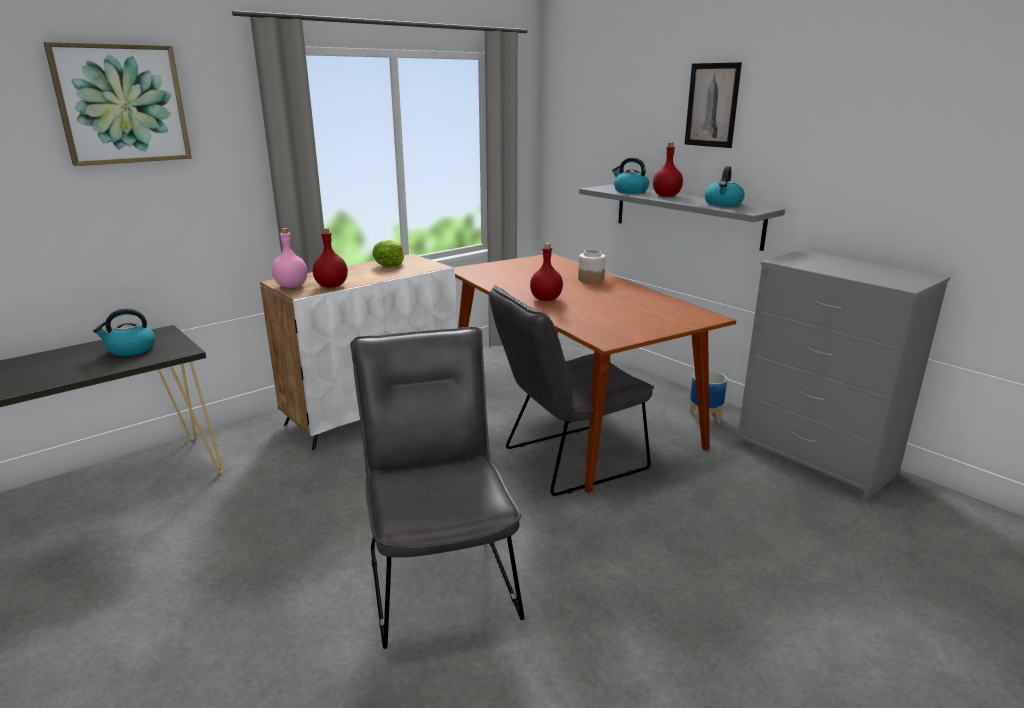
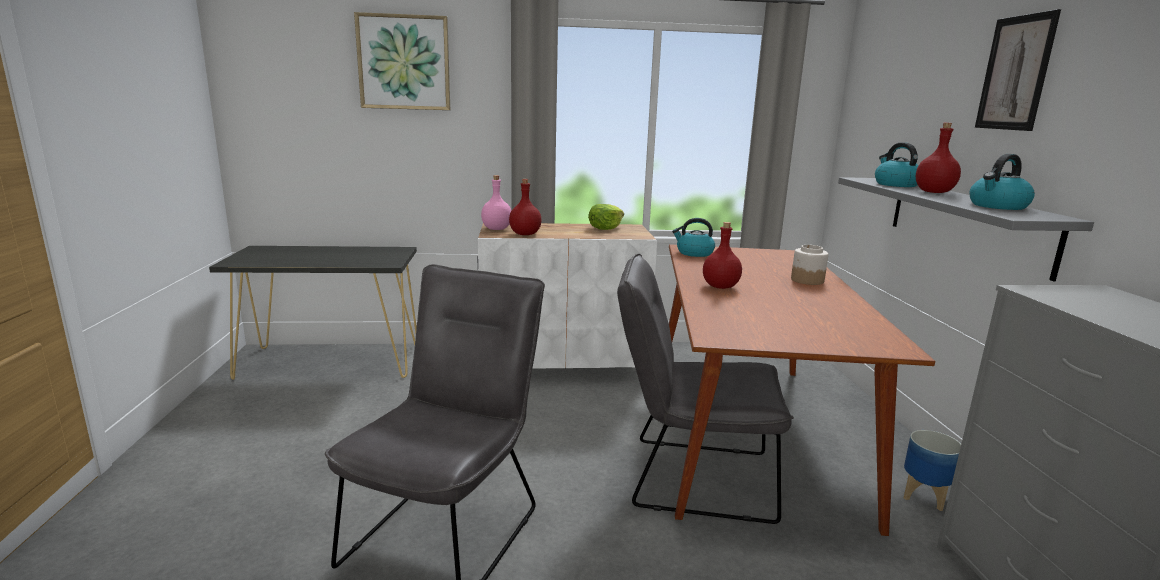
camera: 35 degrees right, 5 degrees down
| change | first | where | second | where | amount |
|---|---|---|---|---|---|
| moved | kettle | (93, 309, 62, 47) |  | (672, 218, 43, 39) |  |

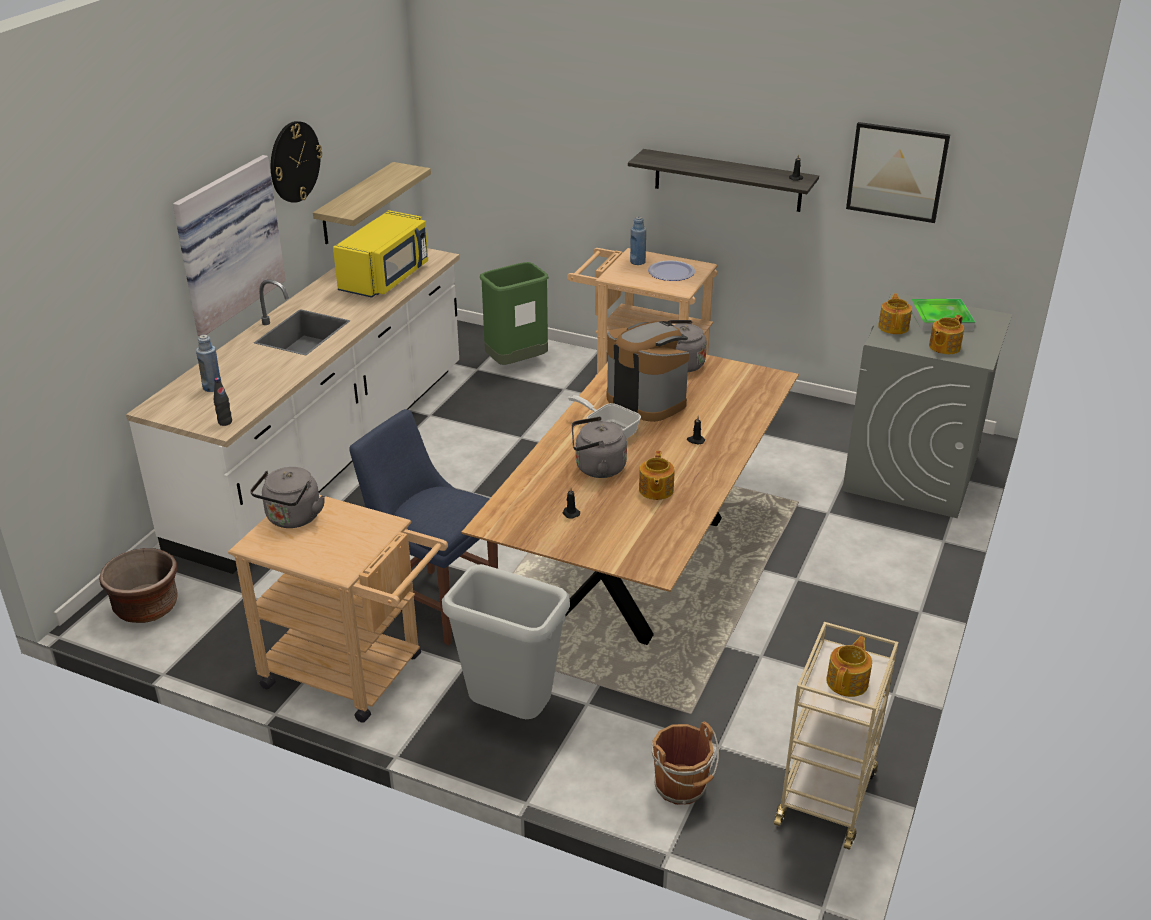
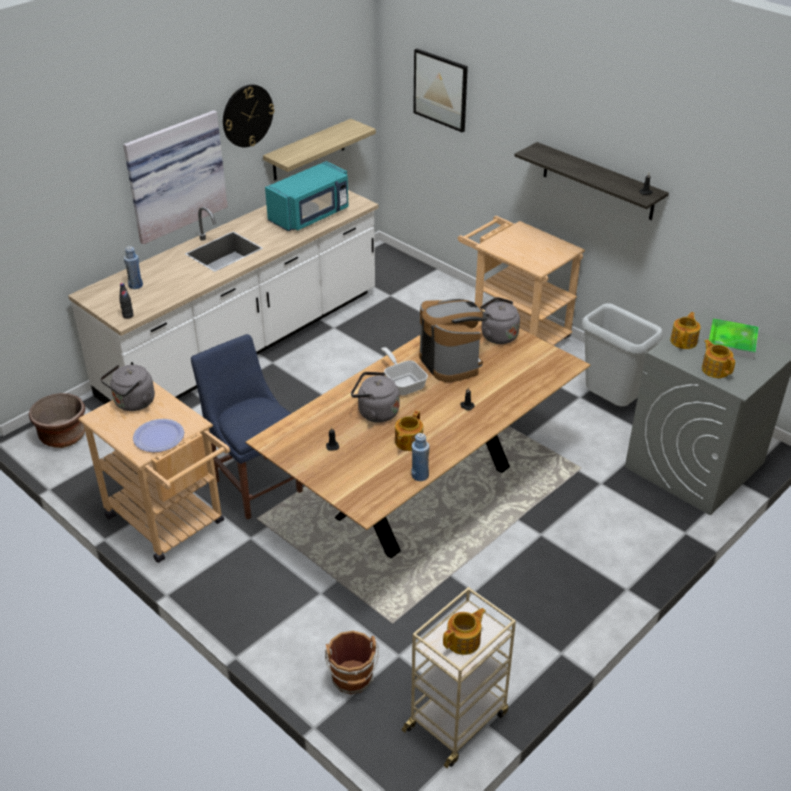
camera: 20 degrees right, 5 degrees up
| change | first | where | second | where | amount |
|---|---|---|---|---|---|
| removed | green trash can | (480, 262, 69, 103) |  |  |  |
| moved | grey trash can | (442, 564, 128, 155) |  | (582, 303, 81, 103) |  |
| moved | blue bottle | (630, 217, 16, 48) |  | (412, 433, 17, 48) |  |
| moved | plate | (648, 260, 47, 21) |  | (133, 419, 51, 33) |  |
| moved | picture | (846, 122, 104, 101) |  | (413, 48, 55, 85) |  |
| recoloured | yellow microwave | (333, 210, 95, 88) | turquoise microwave | (265, 161, 84, 70) |  |
| turned | teapot | (929, 315, 35, 39) |  | (702, 339, 33, 39) | 90 degrees clockwise |

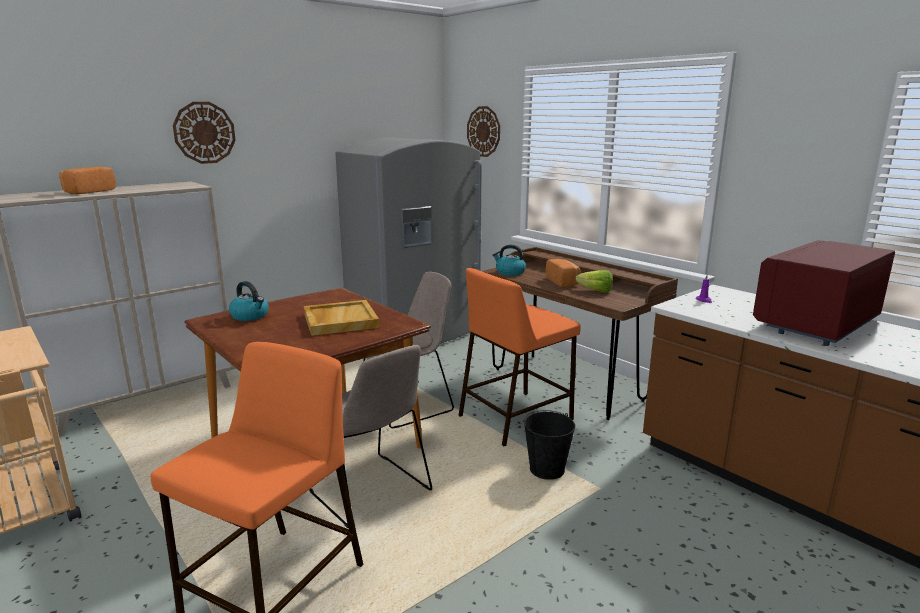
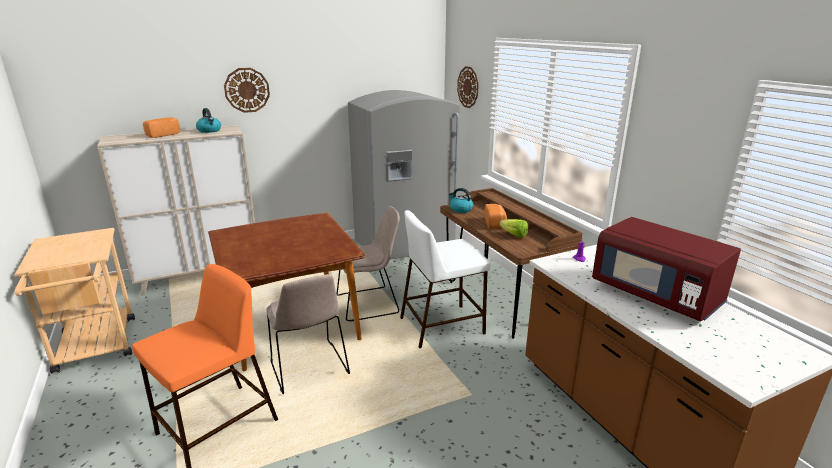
camera: 15 degrees right, 5 degrees up
| change | first | where | second | where | amount |
|---|---|---|---|---|---|
| removed | beige tray | (304, 300, 76, 36) |  |  |  |
| removed | black bucket | (524, 410, 51, 70) |  |  |  |
| moved | kettle | (229, 281, 40, 40) |  | (196, 108, 25, 25) |  |
| recoloured | orange stool | (458, 268, 123, 178) | white stool | (400, 210, 90, 138) |  |
| turned | red microwave | (753, 240, 142, 106) |  | (592, 217, 149, 104) | 105 degrees counterclockwise |

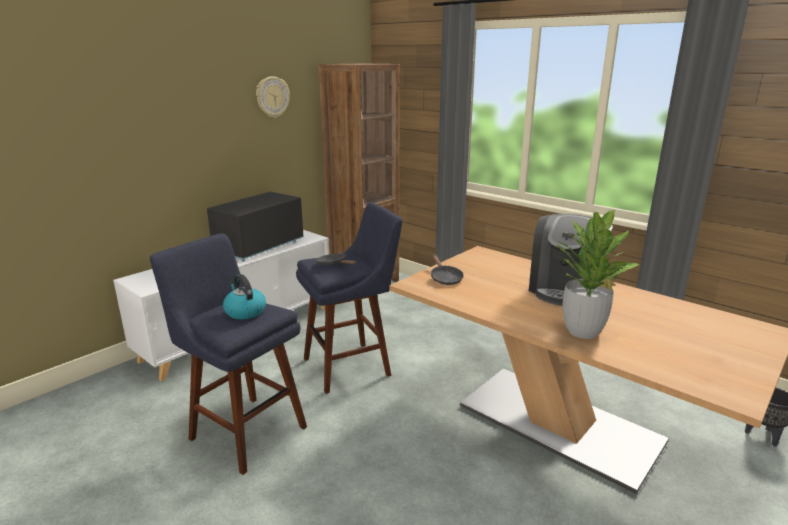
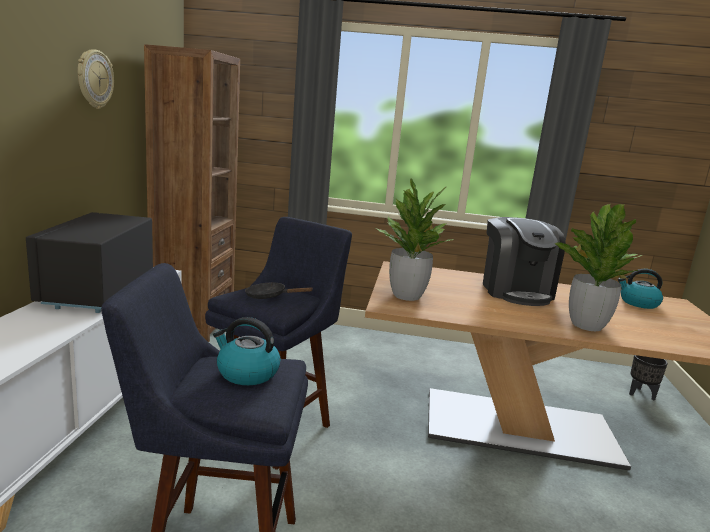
camera: 35 degrees left, 5 degrees down
| change | first | where | second | where | amount |
|---|---|---|---|---|---|
| added |  |  | kettle | (618, 269, 45, 40) |  |
| replaced | black frying pan | (431, 254, 33, 31) | potted plant | (376, 179, 78, 122) |  |

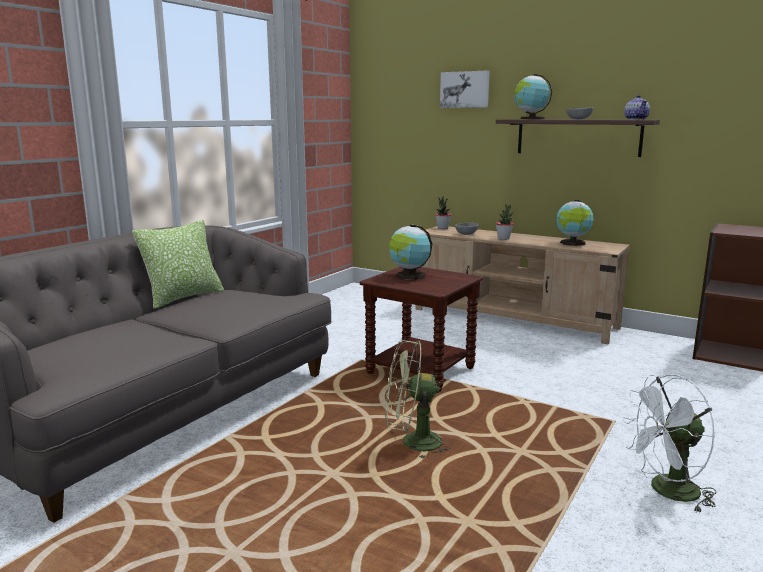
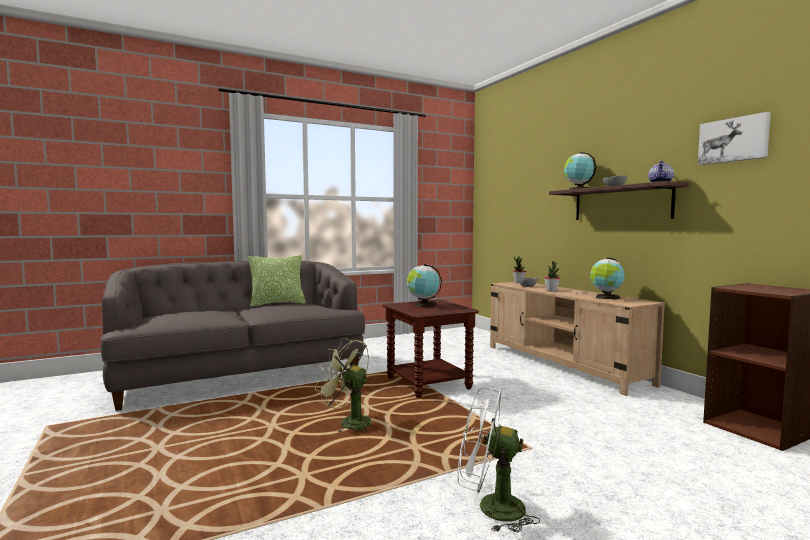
camera: 30 degrees right, 10 degrees down
| change | first | where | second | where | amount |
|---|---|---|---|---|---|
| moved | picture | (440, 70, 50, 38) |  | (698, 112, 73, 53) |  |

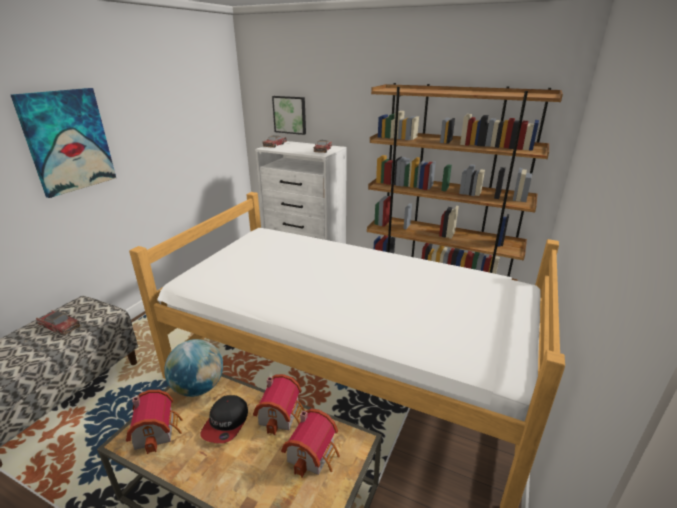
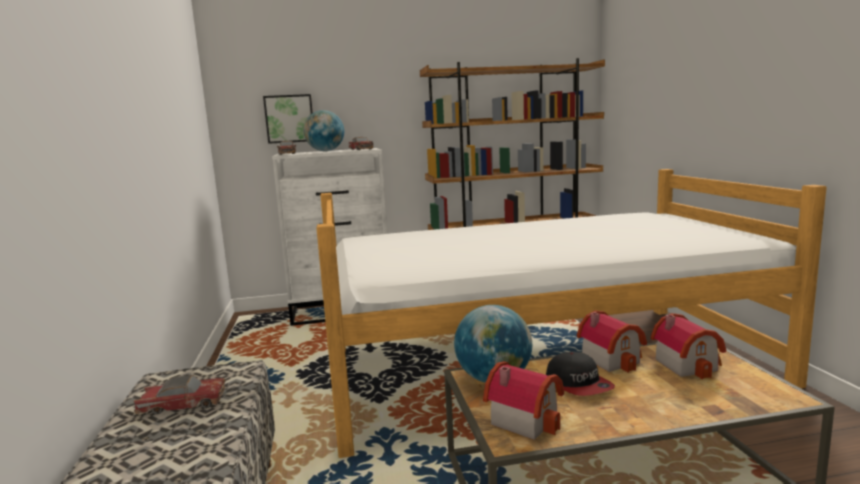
camera: 35 degrees left, 15 degrees down
| change | first | where | second | where | amount |
|---|---|---|---|---|---|
| removed | picture | (11, 88, 105, 110) |  |  |  |
| added |  |  | globe | (304, 110, 40, 41) |  |

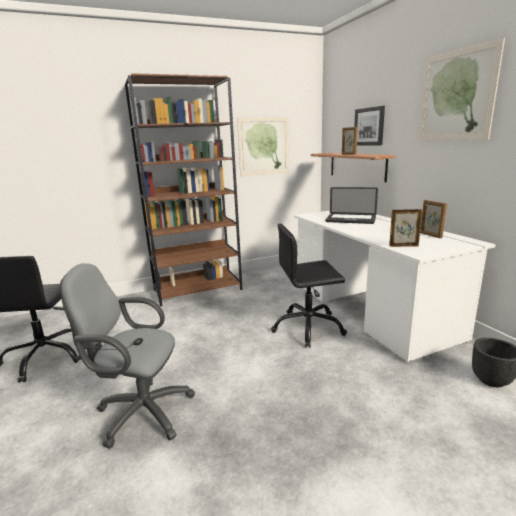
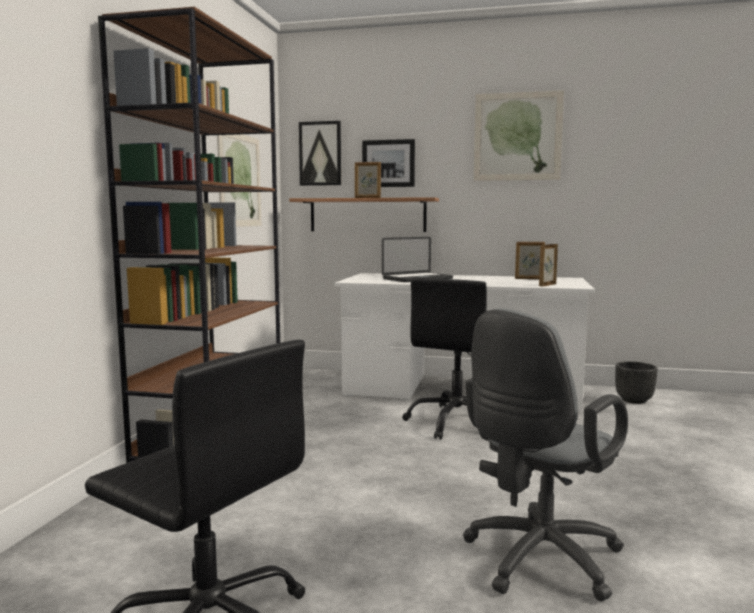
camera: 55 degrees left, 10 degrees down
| change | first | where | second | where | amount |
|---|---|---|---|---|---|
| added |  |  | picture | (299, 121, 42, 65) |  |

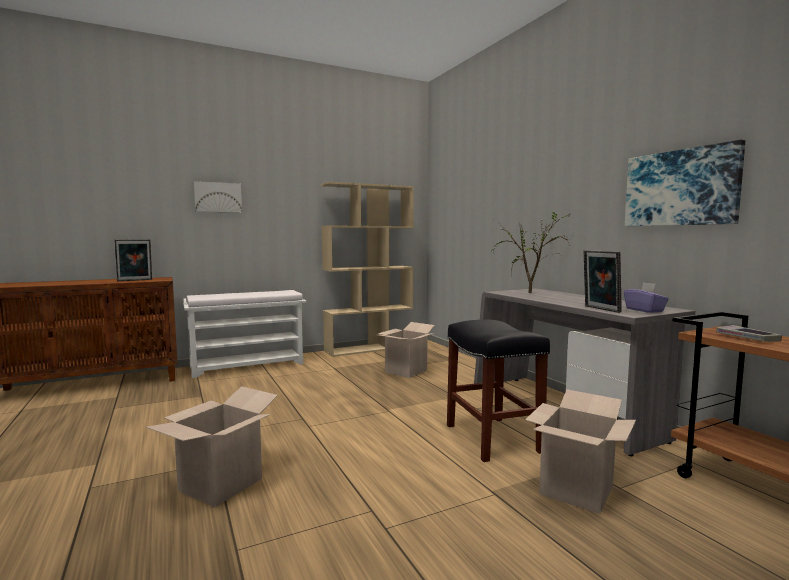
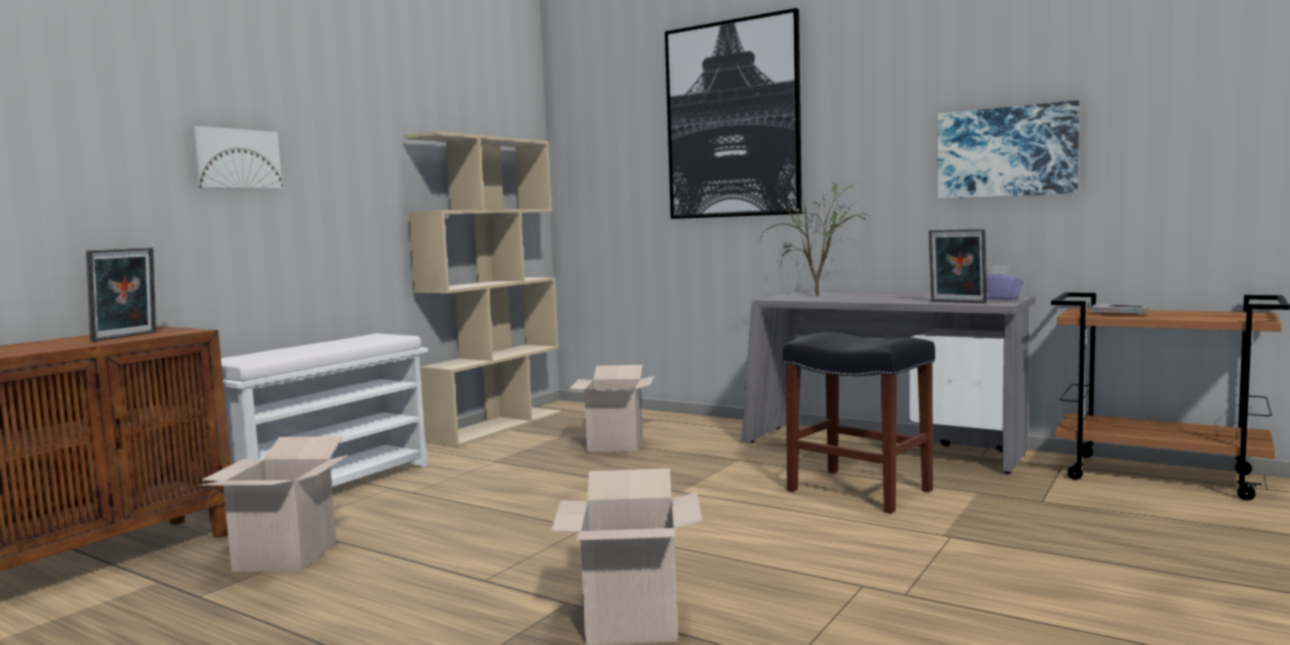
camera: 30 degrees left, 0 degrees up
| change | first | where | second | where | amount |
|---|---|---|---|---|---|
| added |  |  | picture | (665, 8, 137, 211) |  |
| moved | cardboard box | (525, 389, 111, 125) |  | (200, 436, 149, 136) |  |

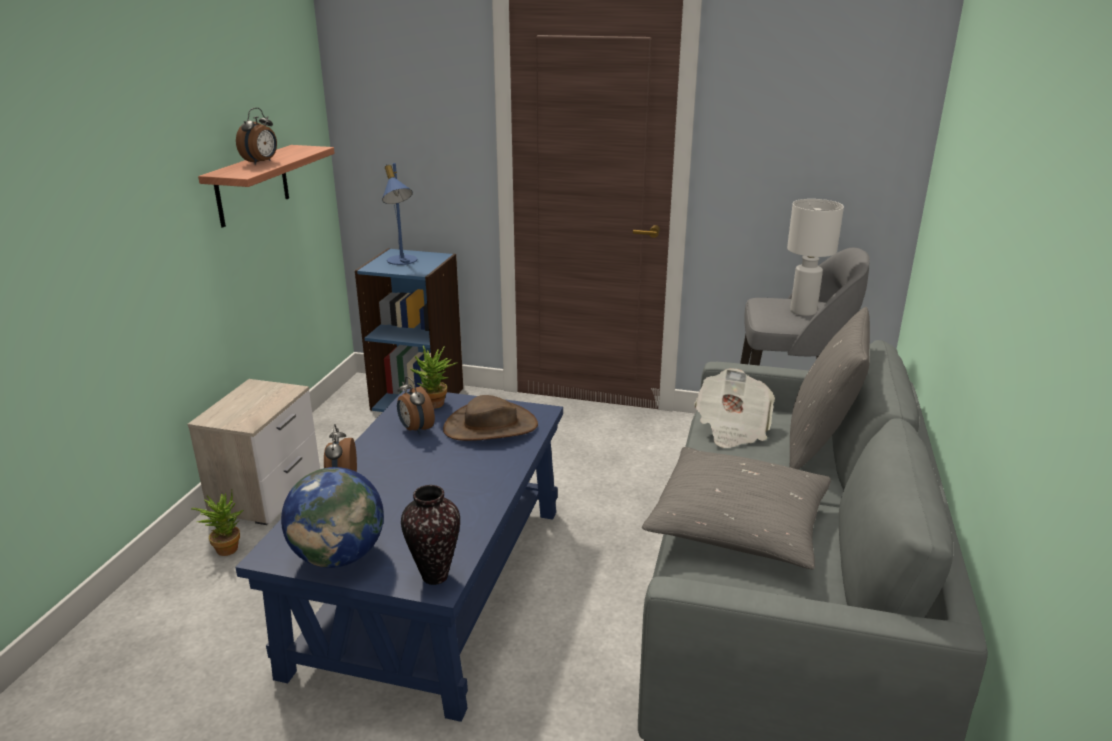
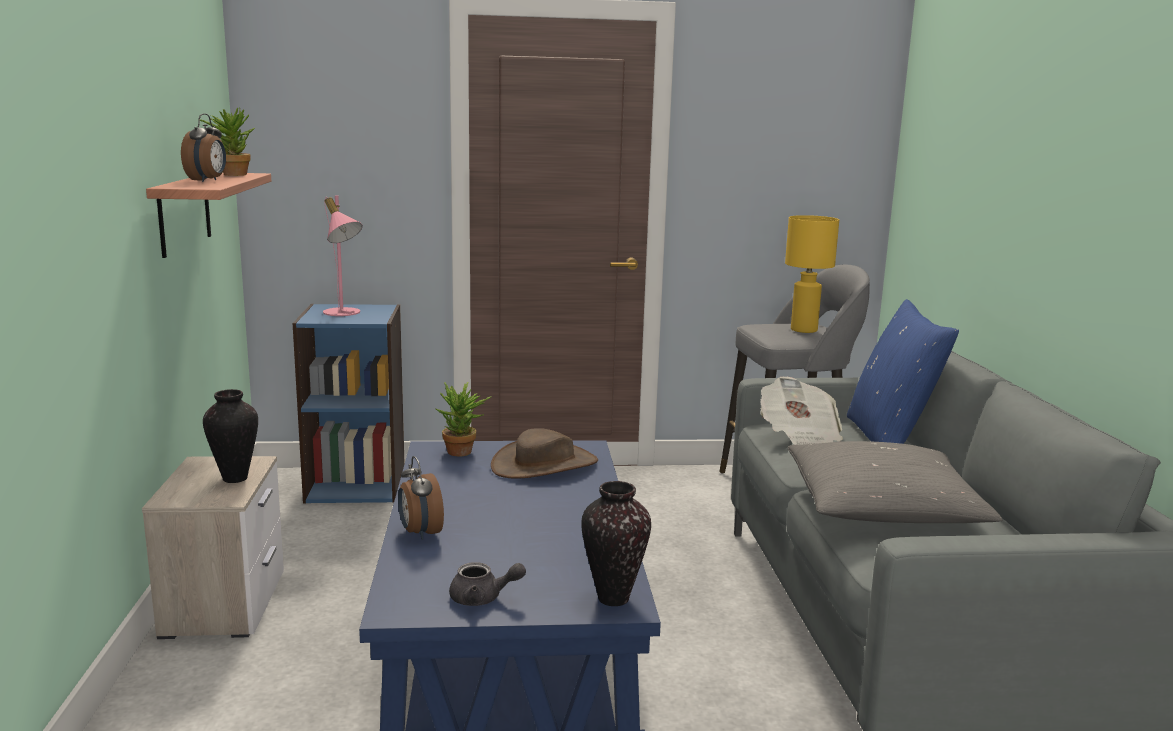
camera: 20 degrees left, 10 degrees down
| change | first | where | second | where | amount |
|---|---|---|---|---|---|
| removed | alarm clock | (397, 377, 38, 58) |  |  |  |
| added |  |  | vase | (203, 389, 55, 94) |  |
| moved | potted plant | (191, 490, 52, 66) |  | (200, 108, 55, 68) |  |
| replaced | globe | (281, 467, 103, 101) | grey teapot | (449, 562, 77, 44) |  |
| recoloured | blue table lamp | (382, 163, 35, 102) | pink table lamp | (323, 195, 39, 121) |  |
| recoloured | white table lamp | (787, 199, 57, 117) | yellow table lamp | (785, 215, 54, 118) |  |
| recoloured | grey pillow | (790, 307, 80, 163) | blue pillow | (847, 299, 112, 145) |  |

